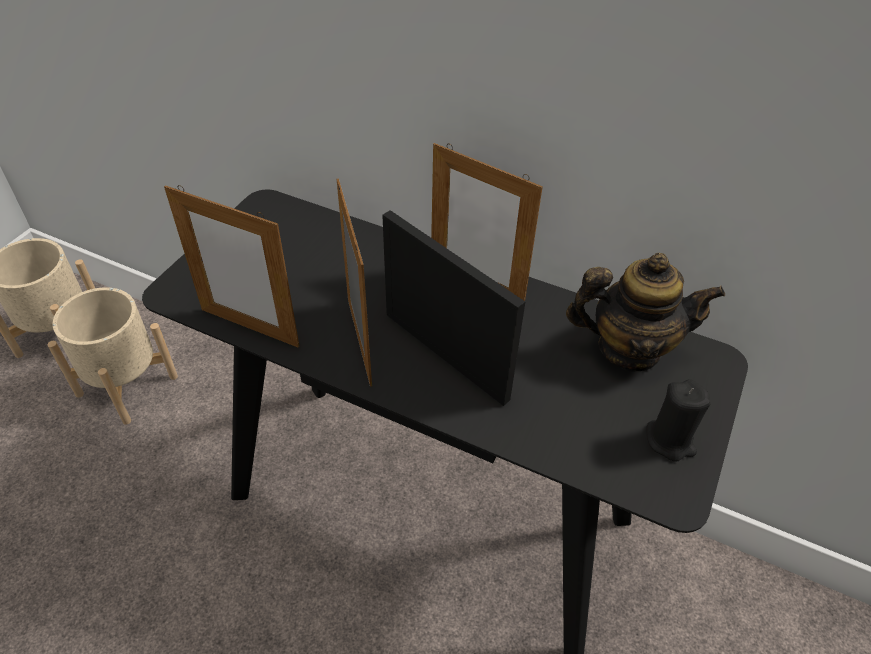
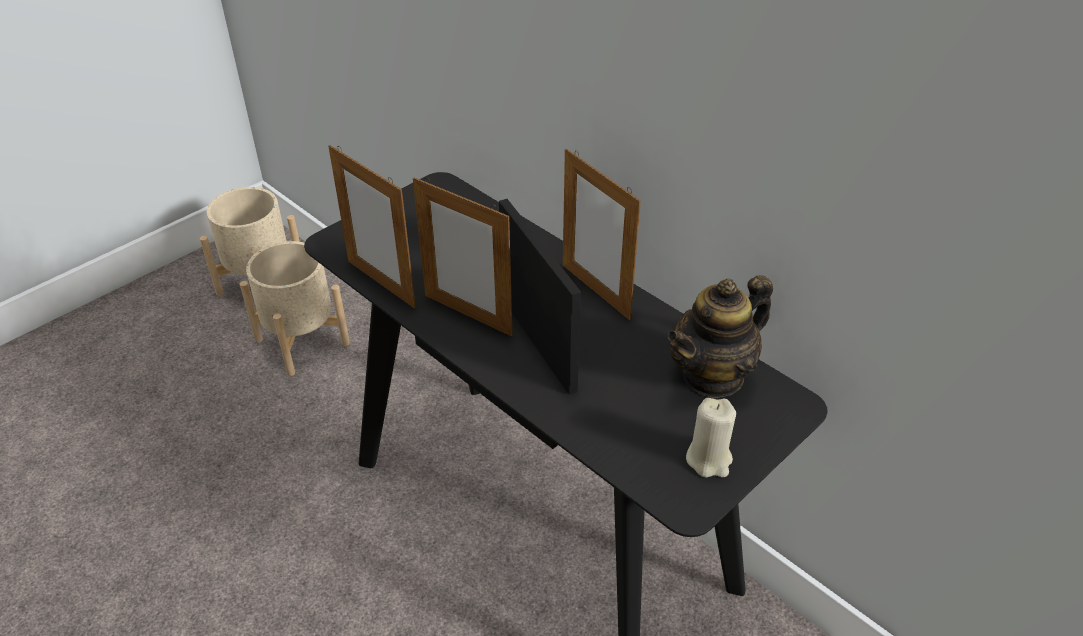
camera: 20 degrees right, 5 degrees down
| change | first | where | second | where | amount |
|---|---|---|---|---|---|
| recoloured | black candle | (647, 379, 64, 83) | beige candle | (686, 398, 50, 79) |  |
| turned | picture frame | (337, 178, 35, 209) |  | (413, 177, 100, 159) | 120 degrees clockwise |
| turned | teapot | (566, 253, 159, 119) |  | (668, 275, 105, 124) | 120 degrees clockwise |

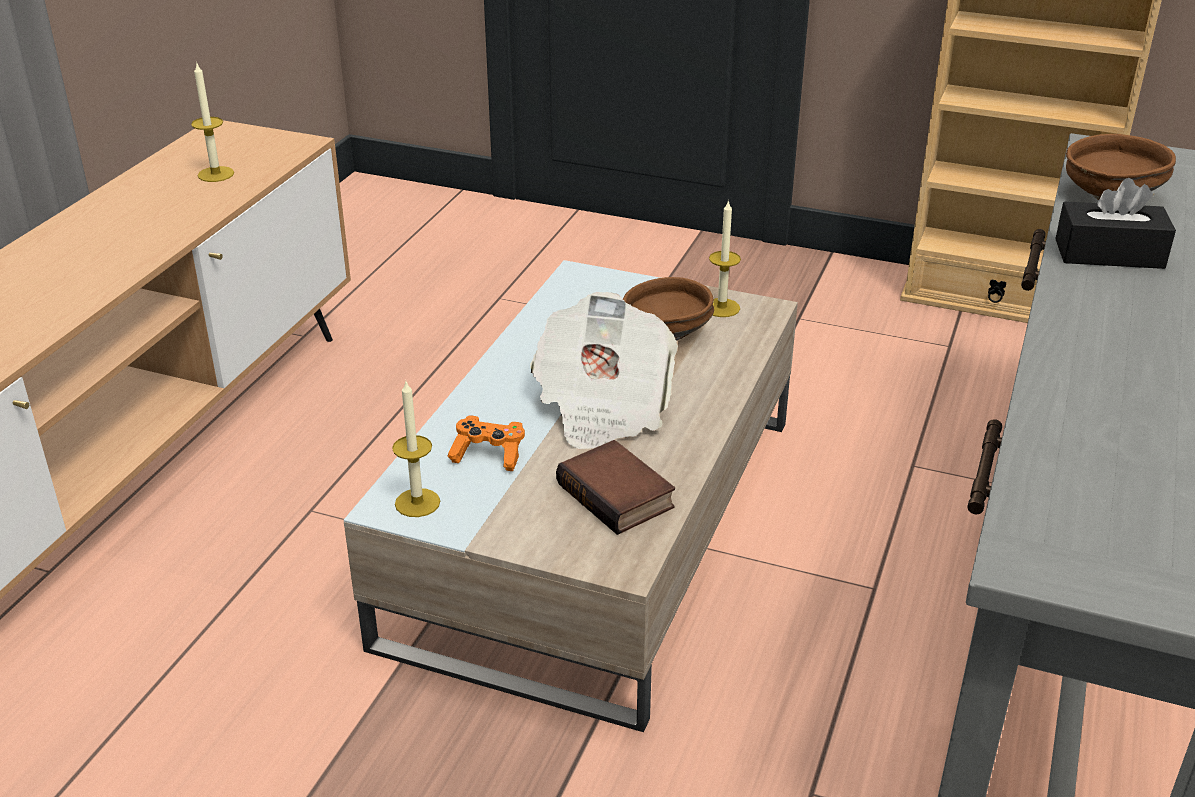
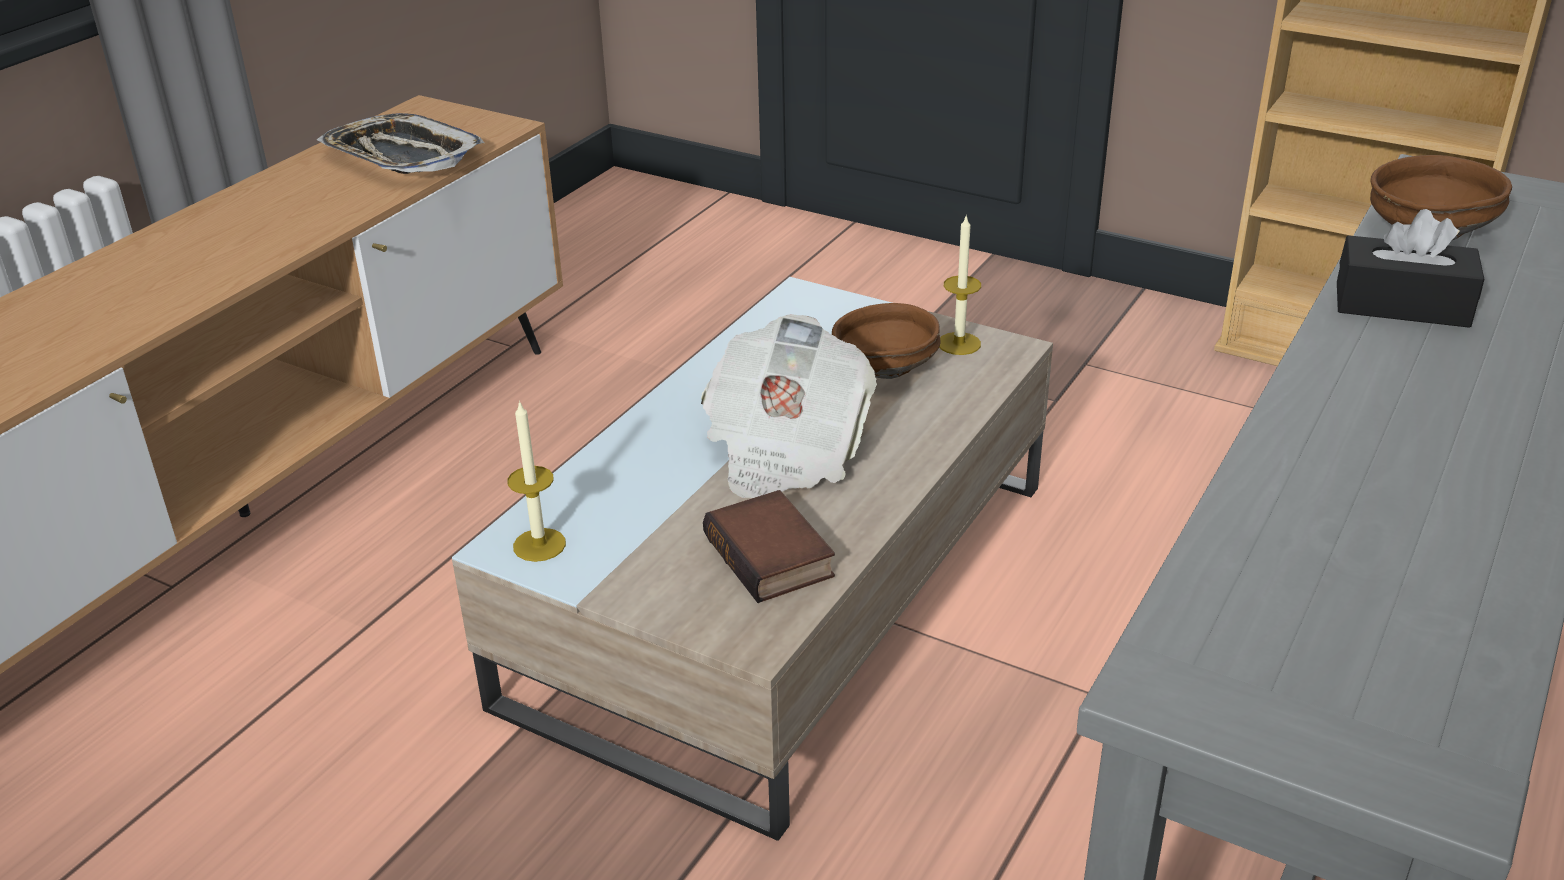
camera: 10 degrees right, 0 degrees up
| change | first | where | second | where | amount |
|---|---|---|---|---|---|
| removed | orange game controller | (447, 415, 78, 56) |  |  |  |
| replaced | candle | (191, 62, 43, 120) | tray | (317, 113, 167, 61) |  |

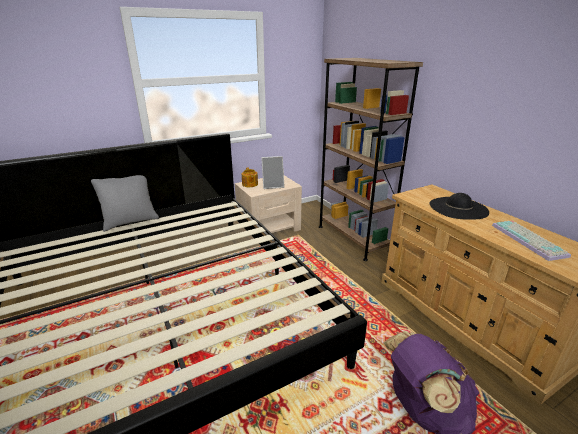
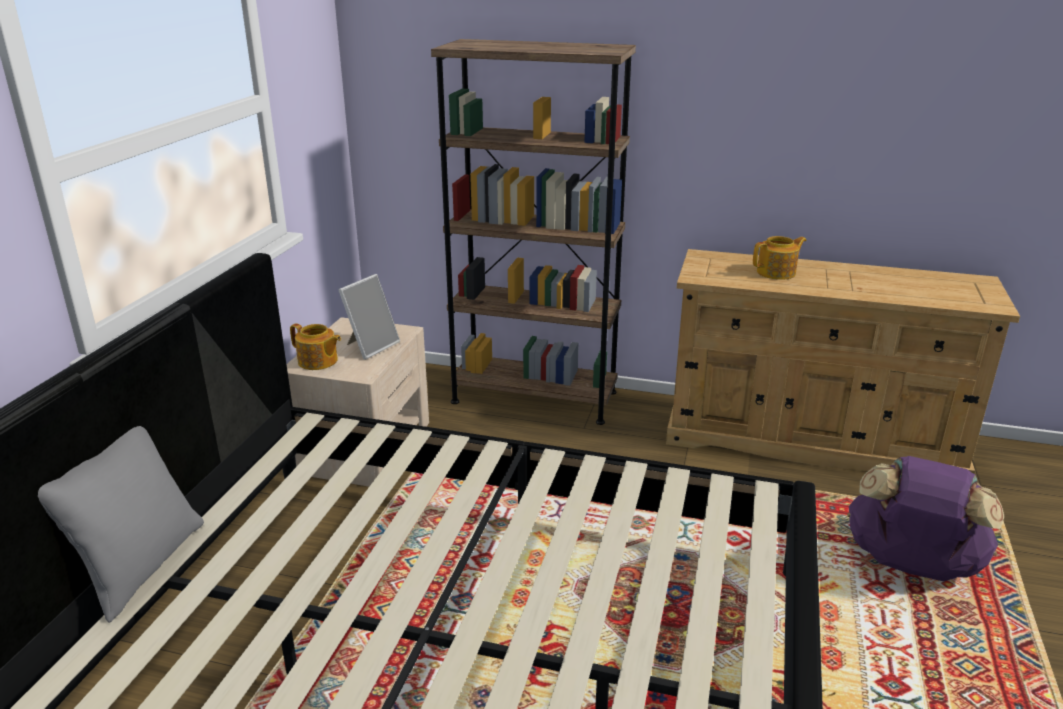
camera: 45 degrees left, 0 degrees up
| change | first | where | second | where | amount |
|---|---|---|---|---|---|
| removed | keyboard | (492, 220, 79, 41) |  |  |  |
| replaced | black hat | (429, 193, 60, 27) | teapot | (753, 236, 53, 44) |  |

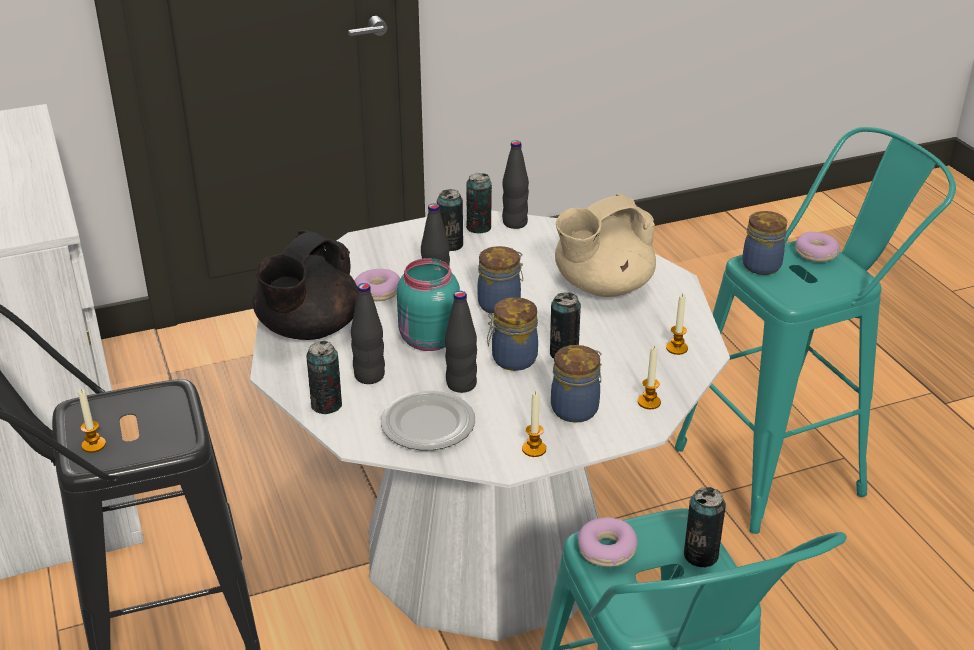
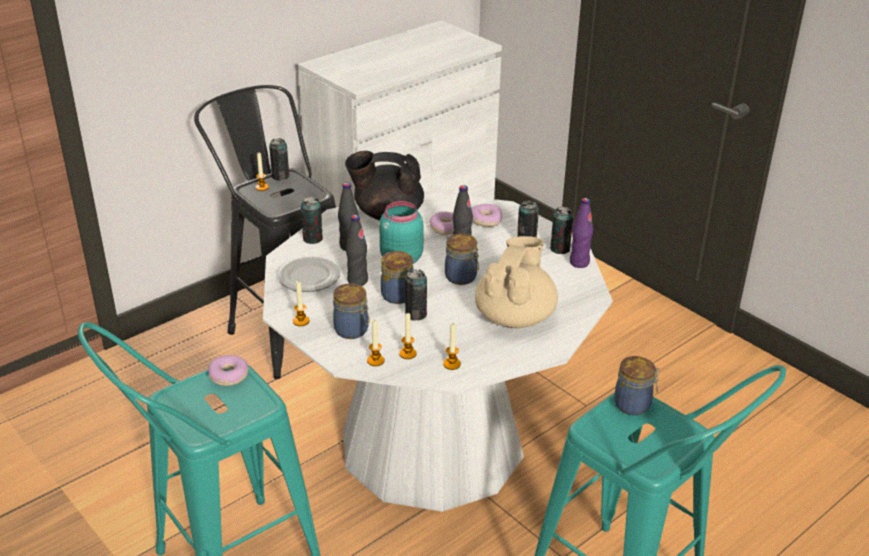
camera: 70 degrees right, 0 degrees up
| change | first | where | second | where | amount |
|---|---|---|---|---|---|
| added |  |  | candle | (399, 313, 18, 46) |  |
| moved | can | (684, 487, 42, 80) |  | (269, 138, 20, 43) |  |
| moved | donut | (795, 232, 45, 30) |  | (472, 204, 31, 23) |  |
| recoloured | black bottle | (502, 141, 27, 88) | purple bottle | (570, 198, 23, 70) |  |
| turned | beige teapot | (555, 193, 101, 104) |  | (475, 236, 83, 92) | 75 degrees clockwise |

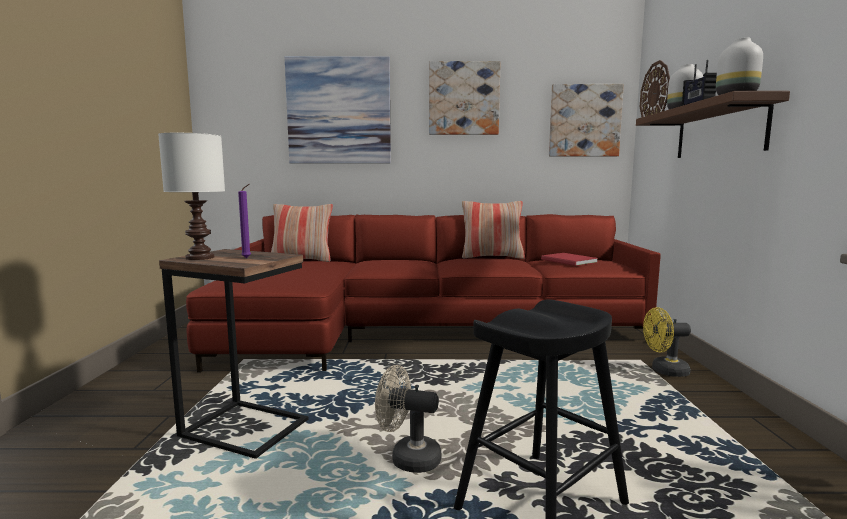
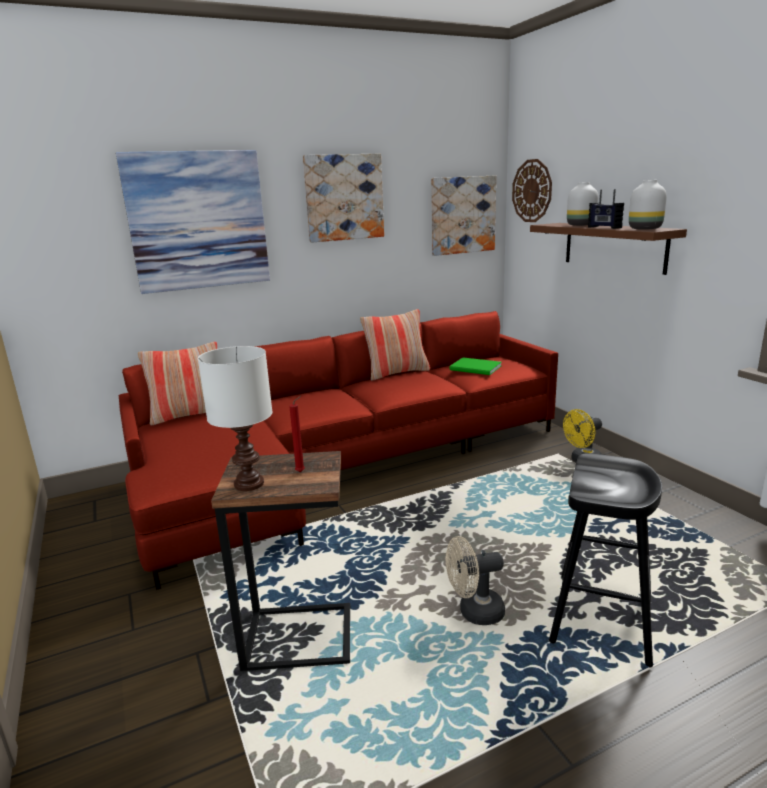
camera: 25 degrees left, 10 degrees up
| change | first | where | second | where | amount |
|---|---|---|---|---|---|
| recoloured | purple candle | (238, 184, 13, 74) | red candle | (289, 396, 16, 76) |  |
| recoloured | red book | (541, 253, 57, 13) | green book | (449, 357, 52, 18) |  |

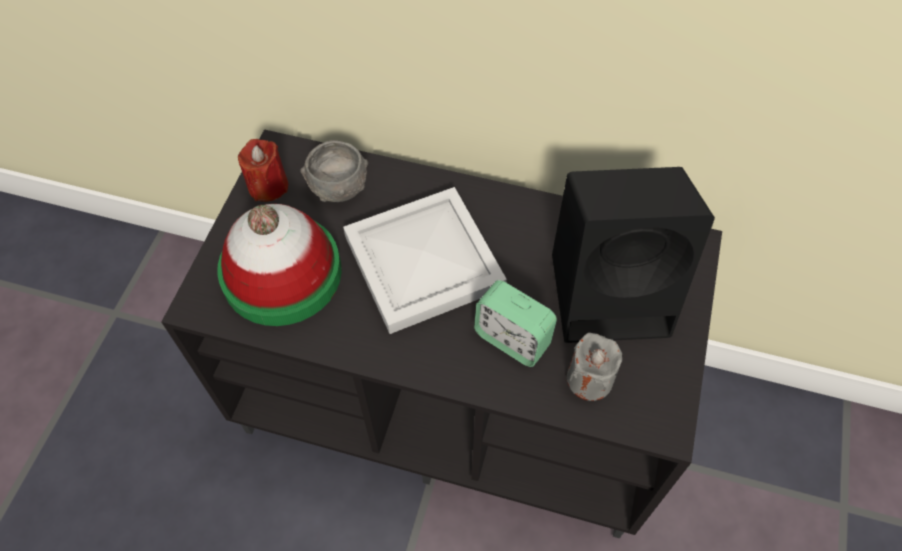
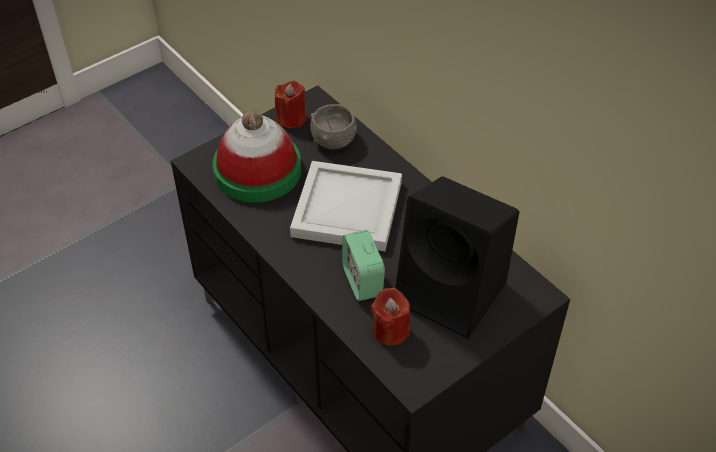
camera: 35 degrees right, 10 degrees down
| change | first | where | second | where | amount |
|---|---|---|---|---|---|
| recoloured | grey candle | (567, 333, 55, 68) | red candle | (371, 288, 39, 58) |  |

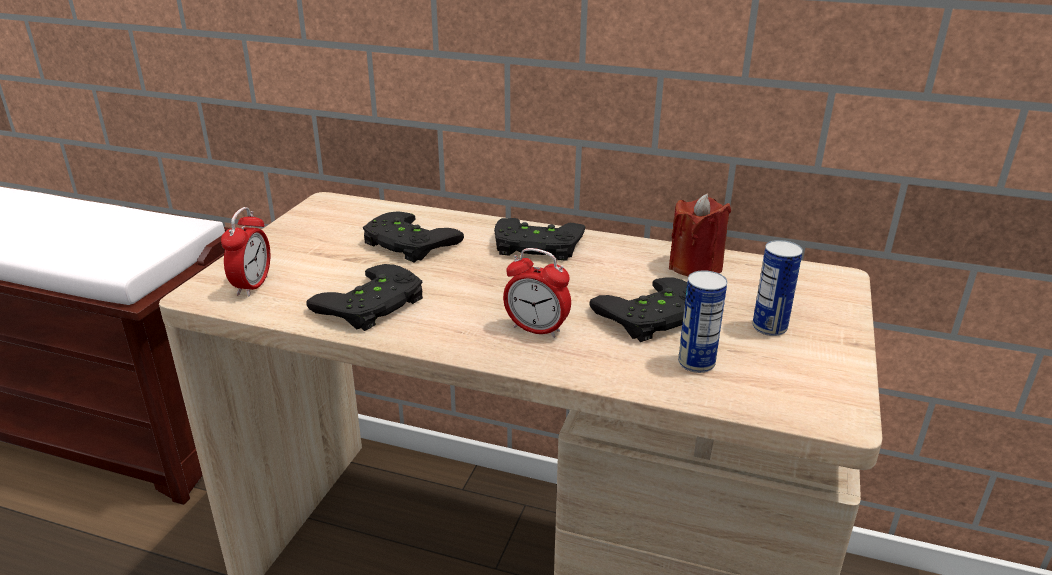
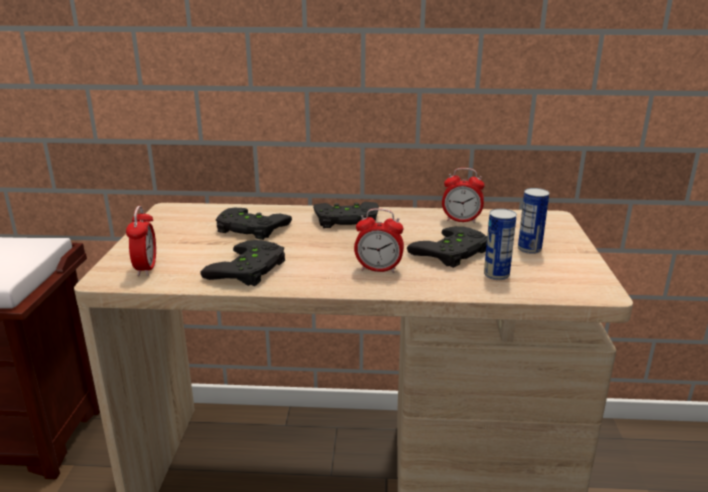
camera: 15 degrees left, 5 degrees down
| change | first | where | second | where | amount |
|---|---|---|---|---|---|
| replaced | red candle | (669, 194, 62, 82) | alarm clock | (442, 168, 43, 55) |  |

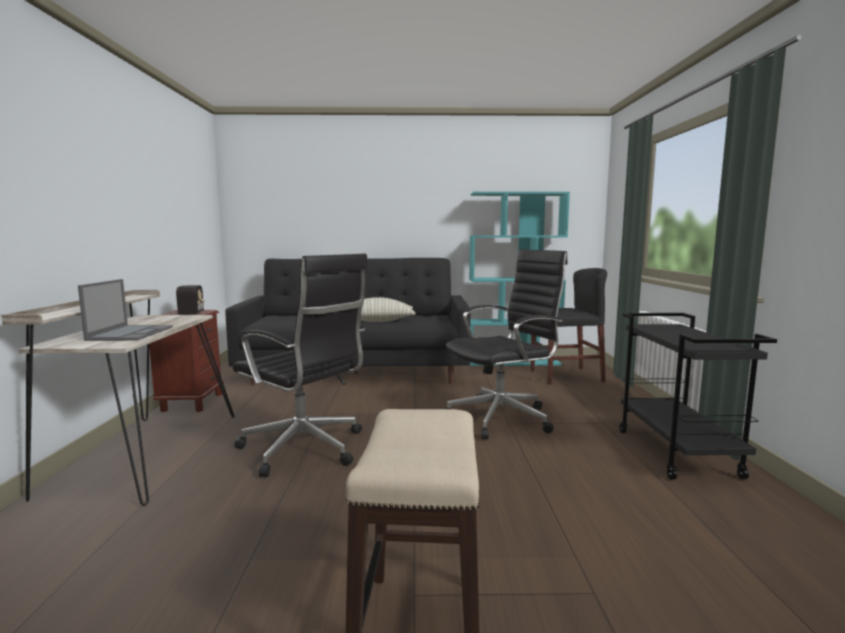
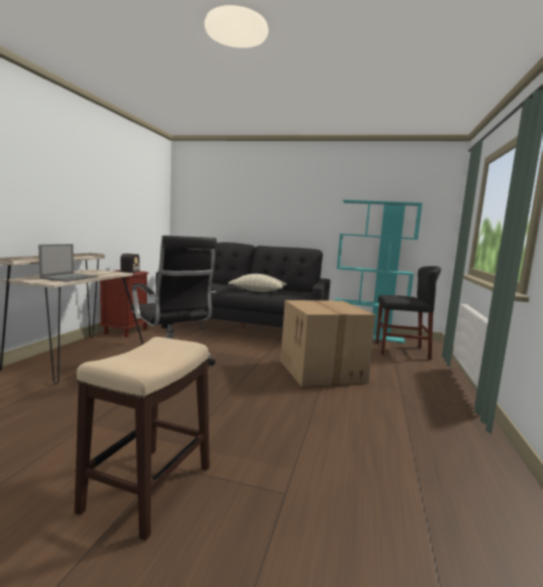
camera: 15 degrees right, 0 degrees up
| change | first | where | second | where | amount |
|---|---|---|---|---|---|
| removed | black cart | (619, 313, 158, 167) |  |  |  |
| replaced | black office chair | (443, 250, 125, 189) | cardboard box | (281, 300, 95, 87) |  |

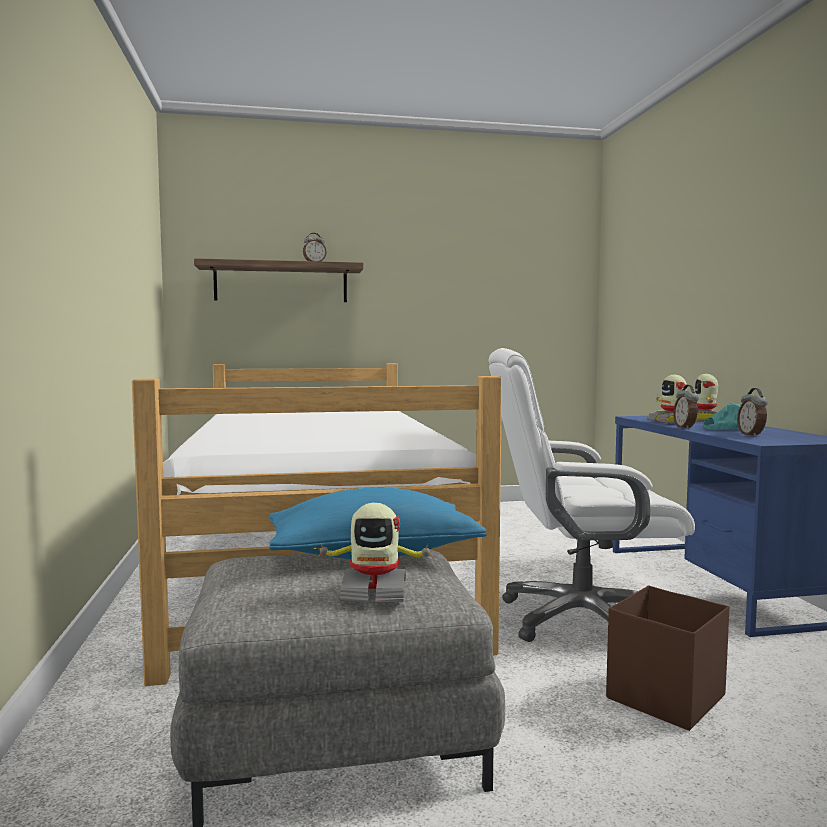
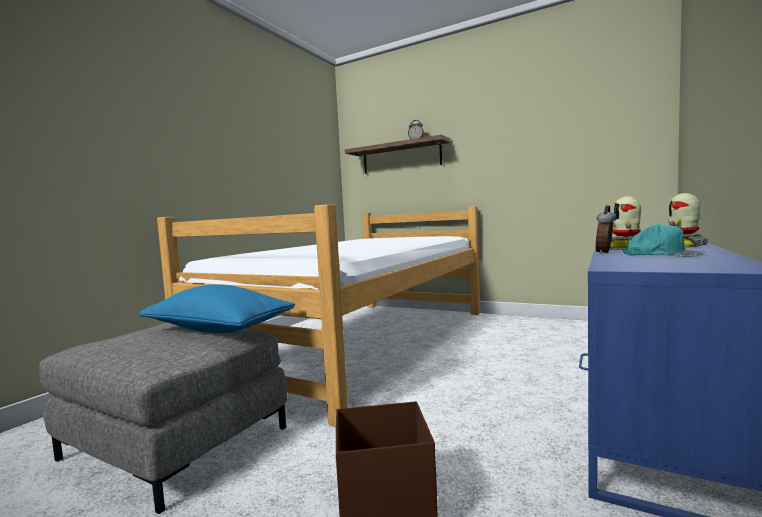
camera: 40 degrees right, 0 degrees up
| change | first | where | second | where | amount |
|---|---|---|---|---|---|
| removed | toy robot | (313, 503, 122, 99) |  |  |  |
| removed | white office chair | (489, 348, 206, 294) |  |  |  |
| removed | alarm clock | (737, 388, 31, 49) |  |  |  |

